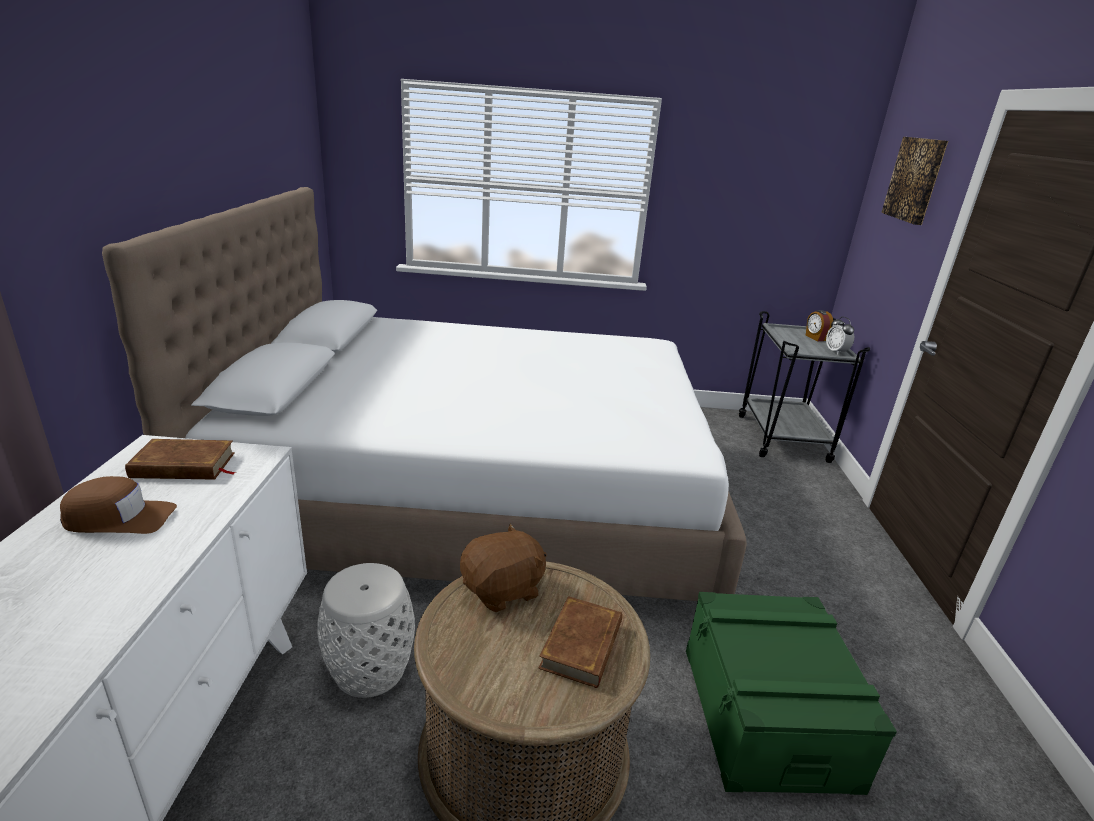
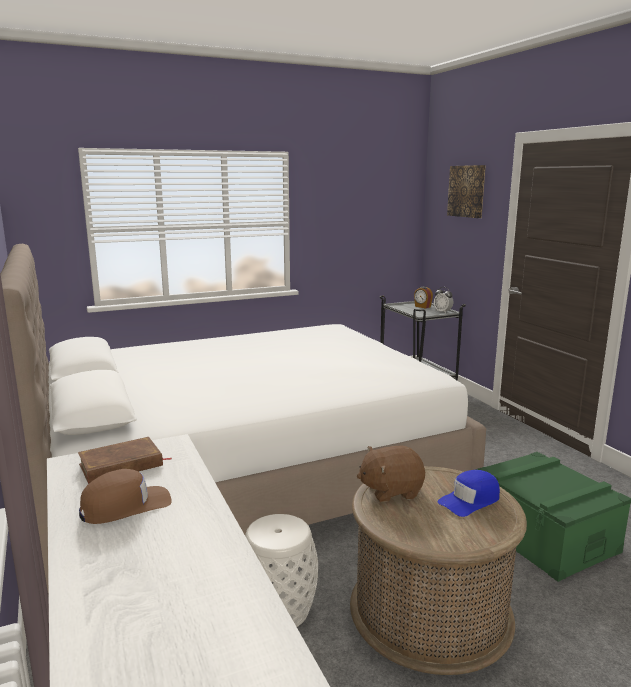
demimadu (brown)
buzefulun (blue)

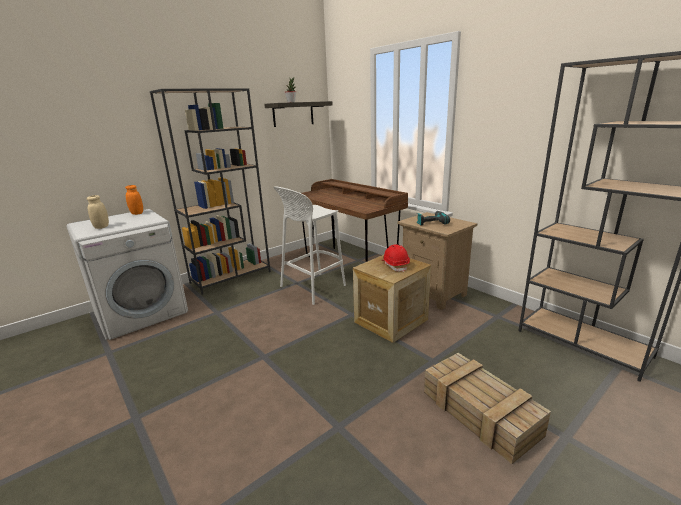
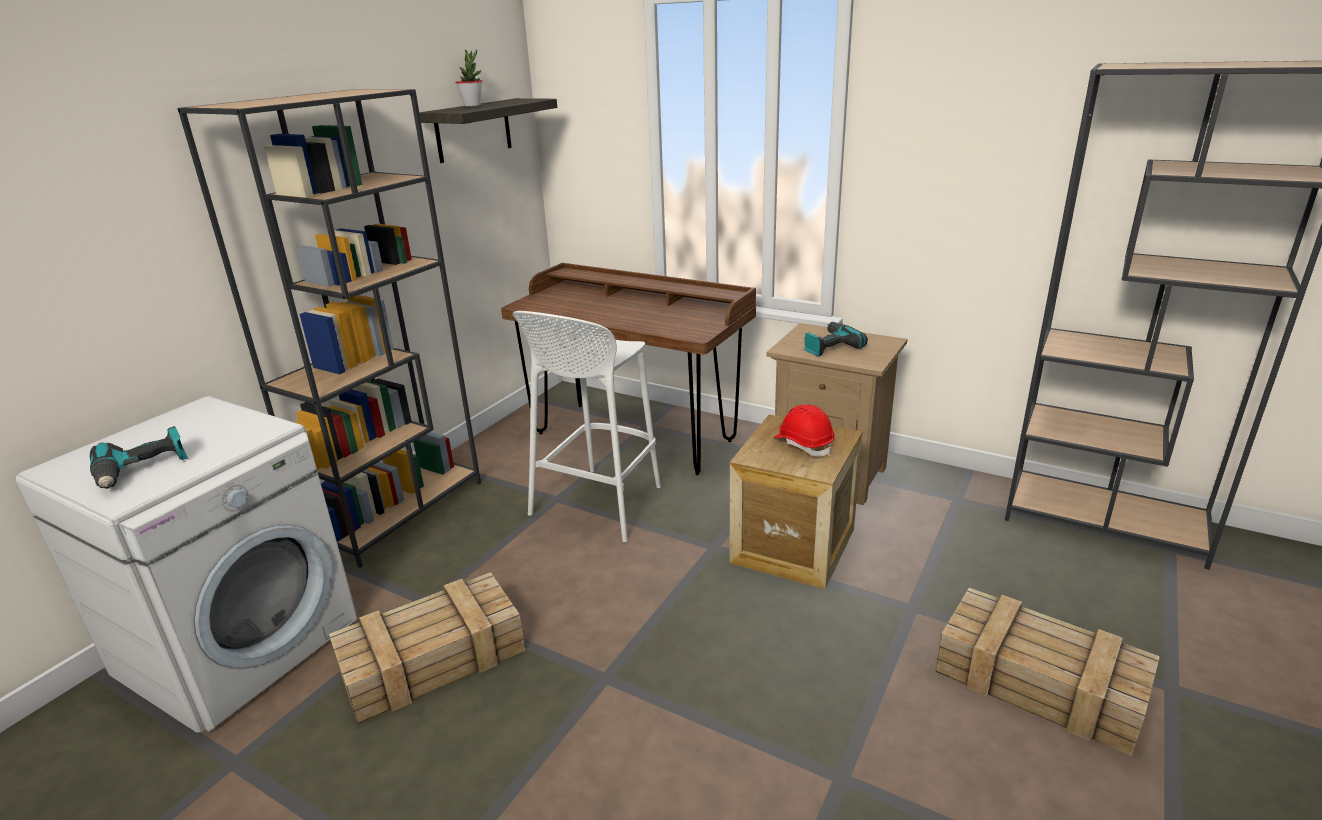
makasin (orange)
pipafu (no. 1 from left)
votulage (no. 1 from left)

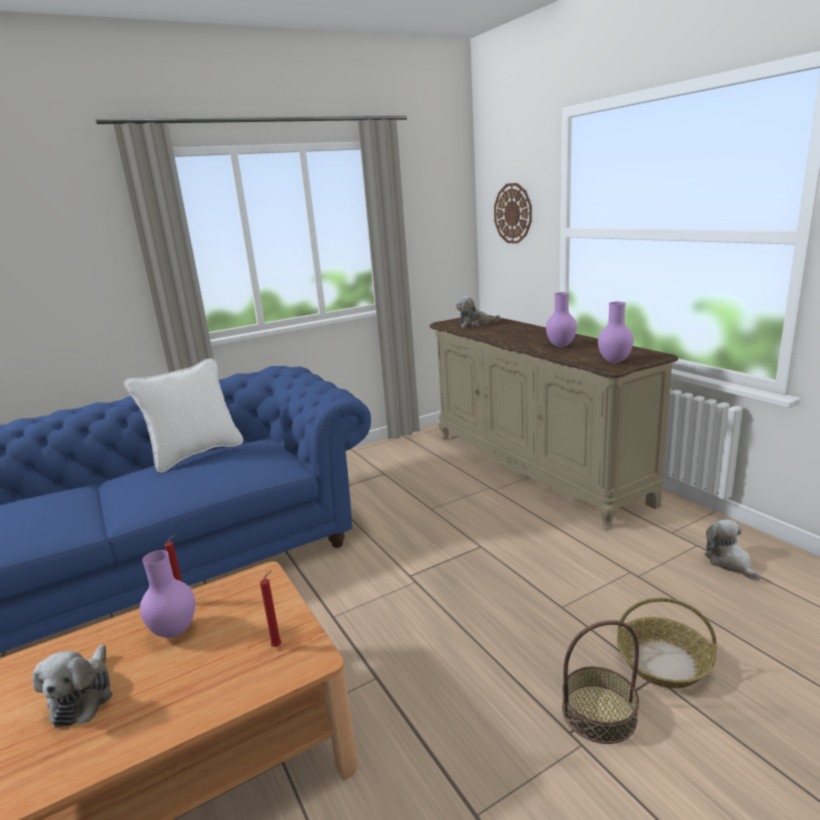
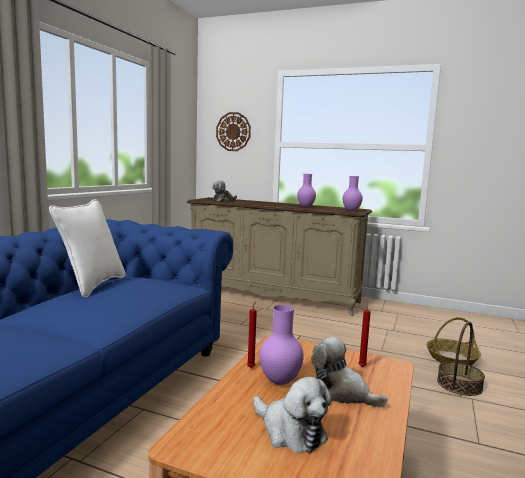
demimadu (no. 3 from left)

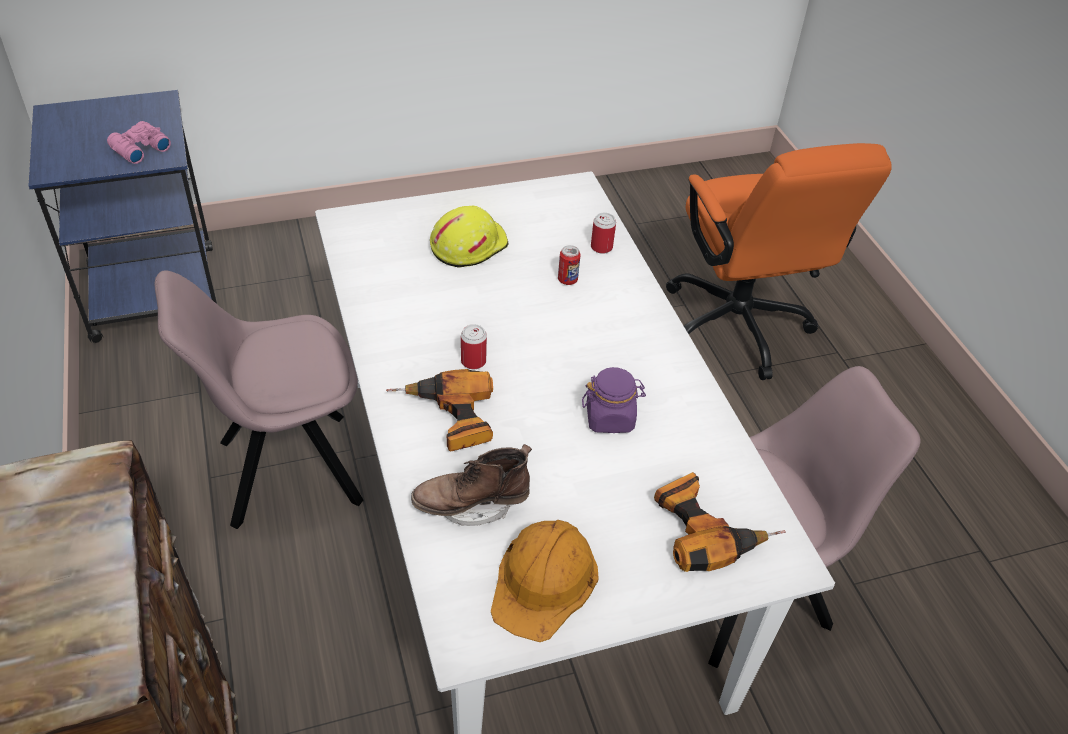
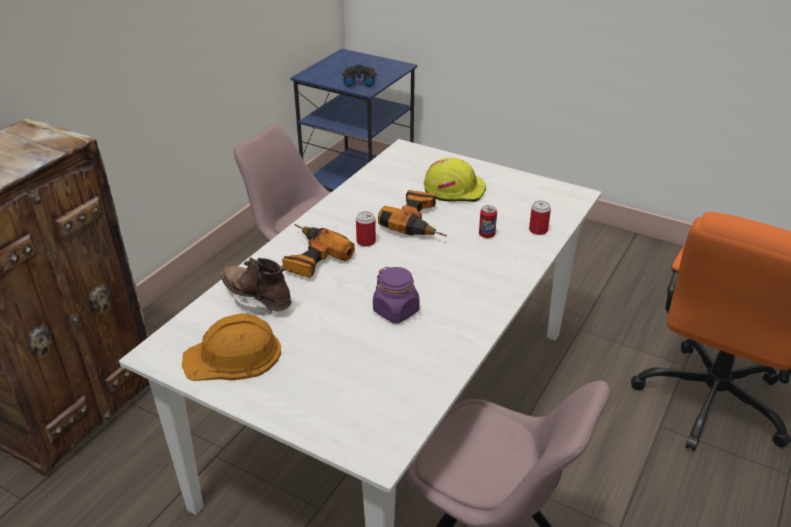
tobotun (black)
pipafu (no. 2 from left)

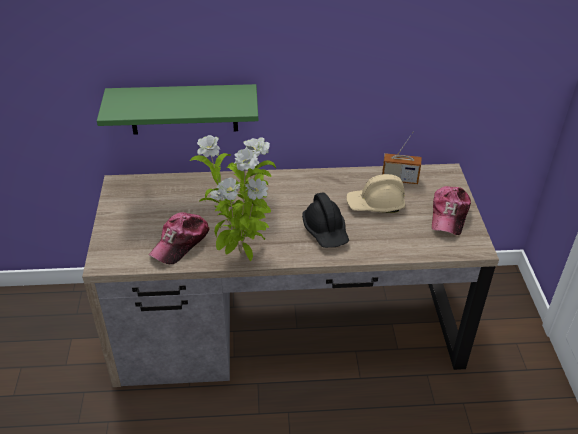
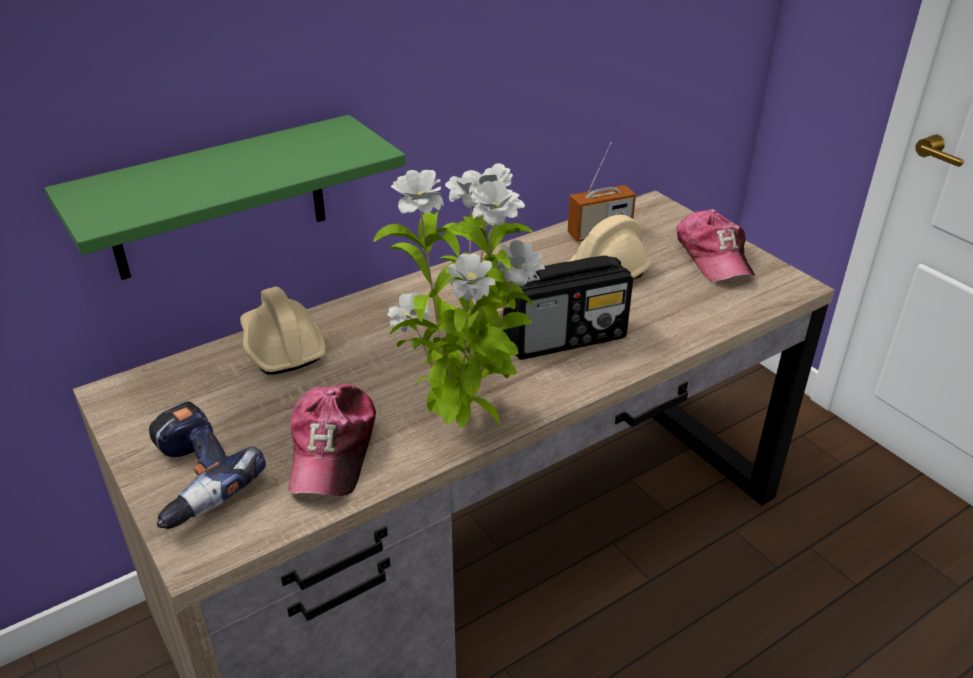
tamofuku (no. 1 from left)
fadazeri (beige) (no. 1 from left)
pipafu

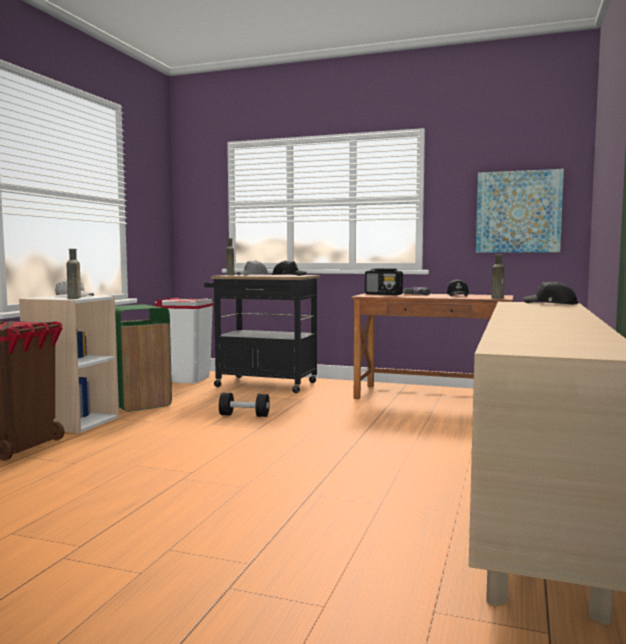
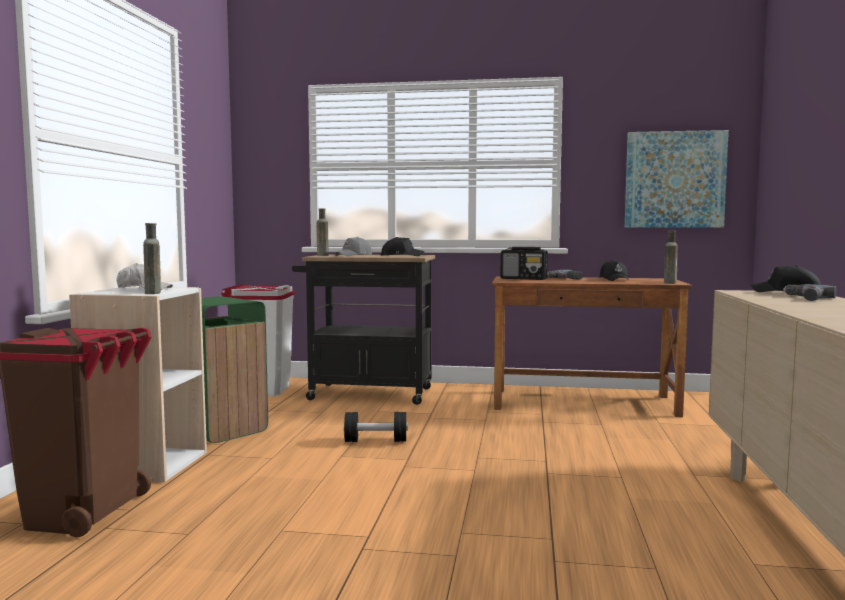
pipafu (no. 2 from left)

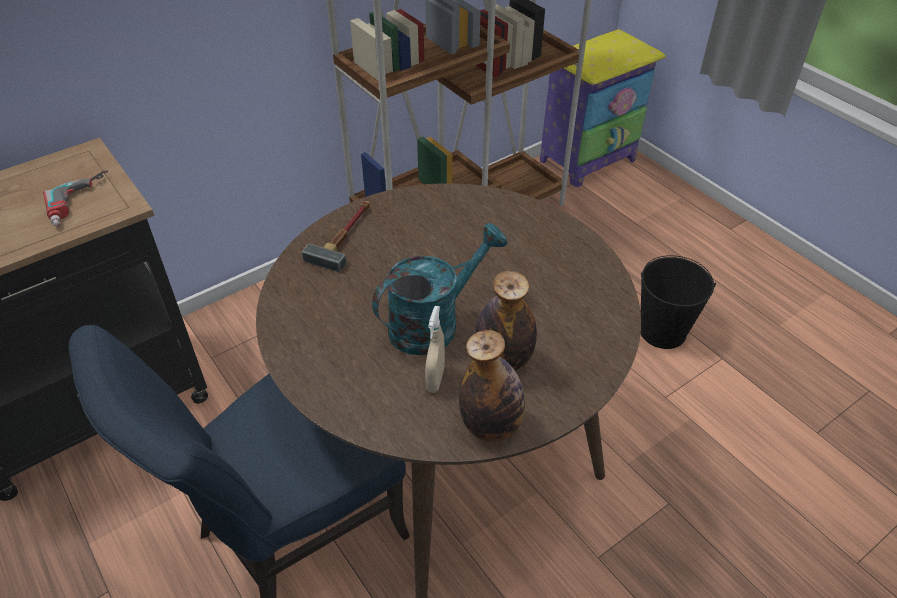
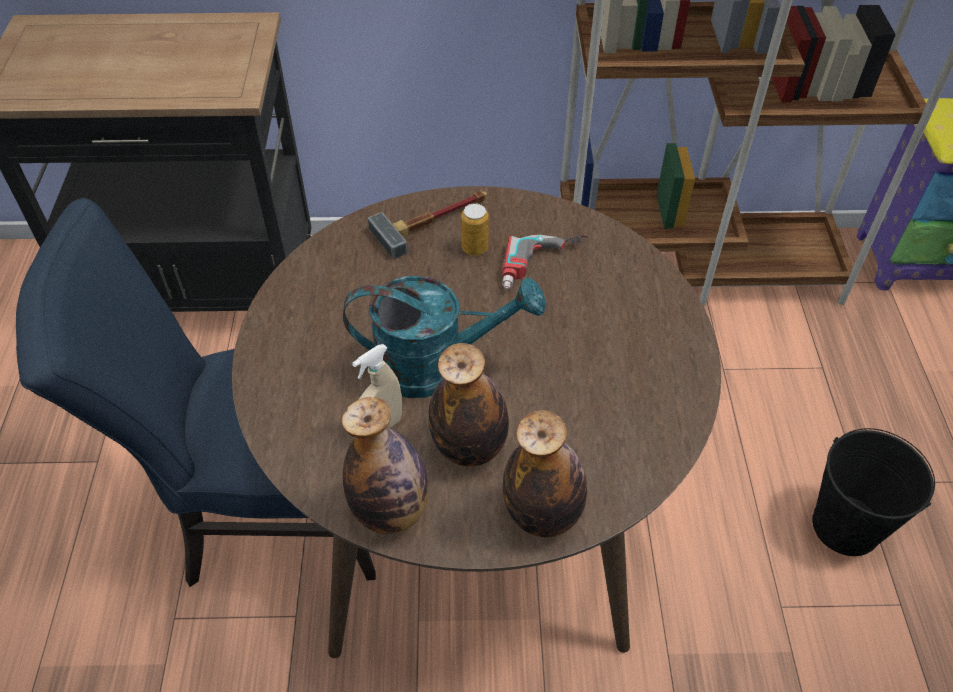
pipafu
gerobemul
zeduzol (no. 3 from left)

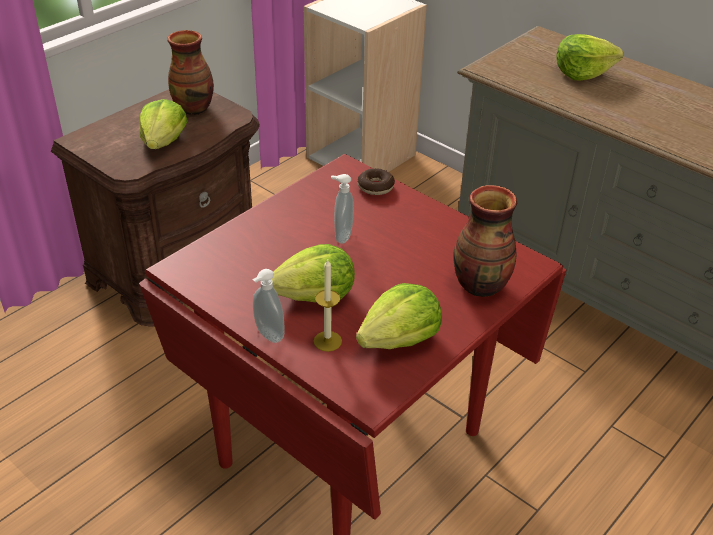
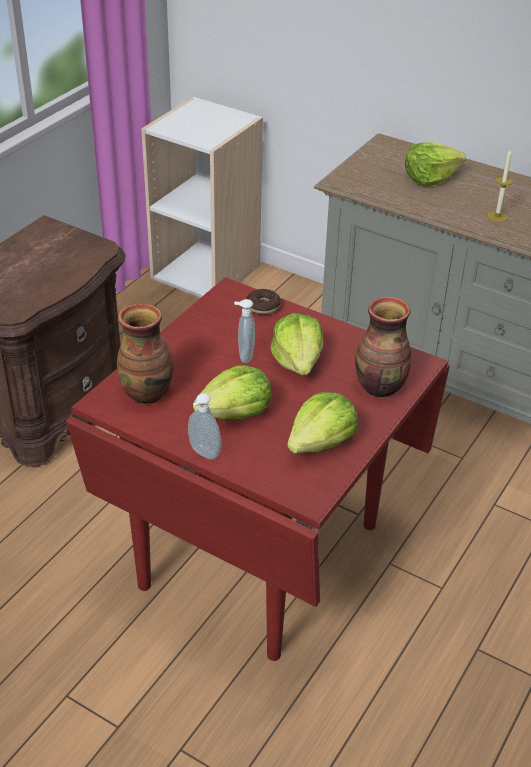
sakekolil (no. 1 from left)
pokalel (no. 2 from left)
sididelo

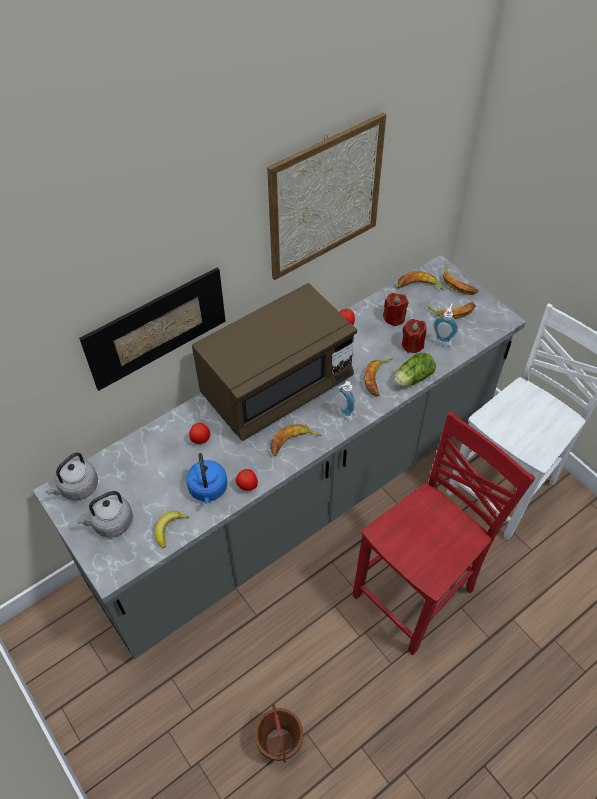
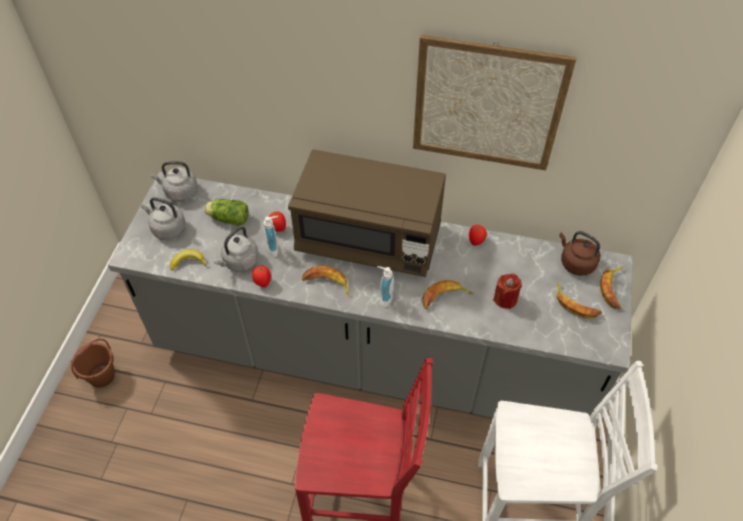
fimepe (no. 1 from left in the first image)
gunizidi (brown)
sididelo (red) (no. 1 from left in the first image)
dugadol (no. 1 from left)
pokalel
gunizidi (grey) (no. 3 from left)
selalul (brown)

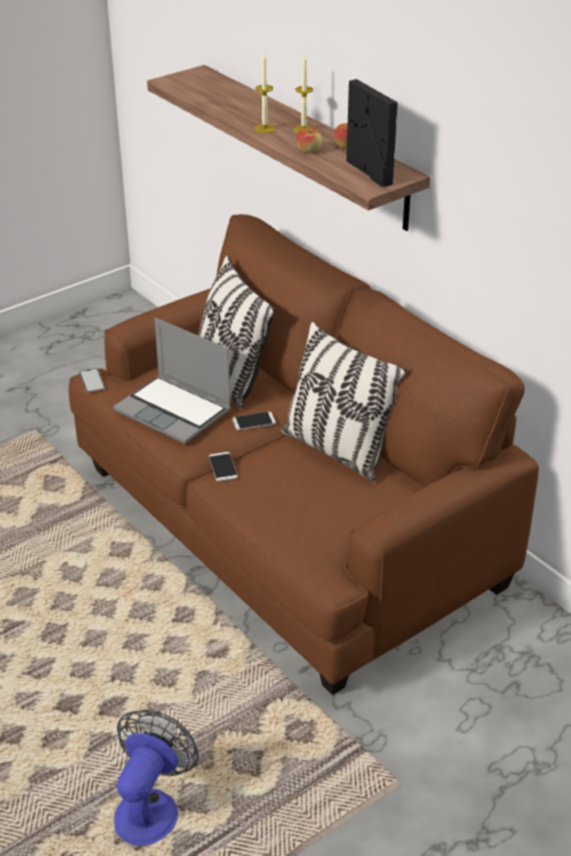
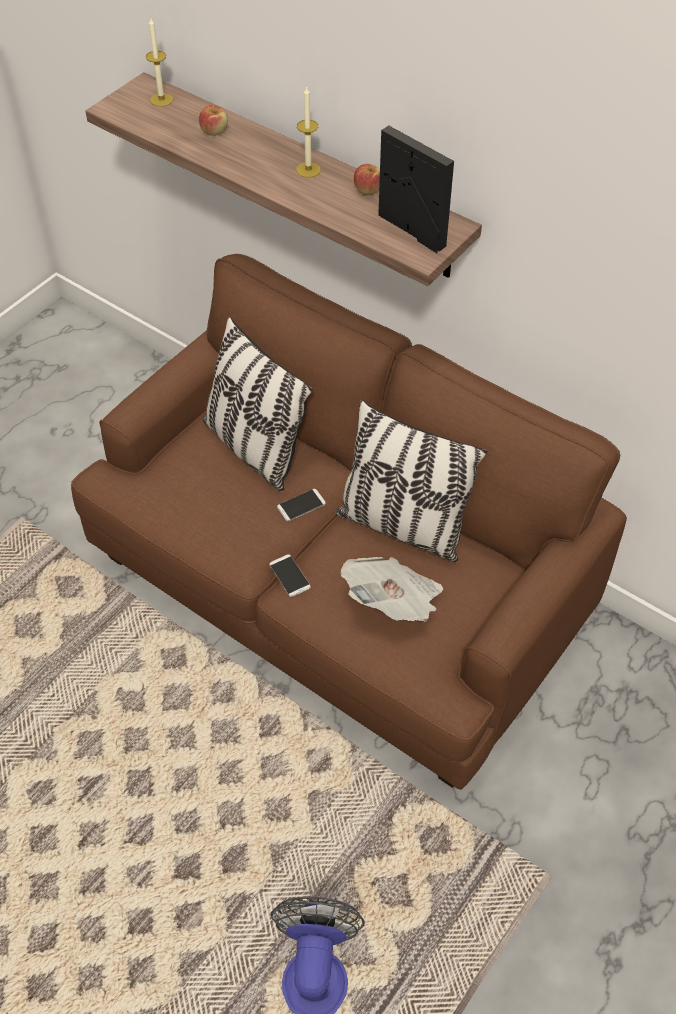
sididelo (no. 1 from left)
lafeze (no. 1 from left)
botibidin
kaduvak (no. 1 from left in the first image)
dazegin

